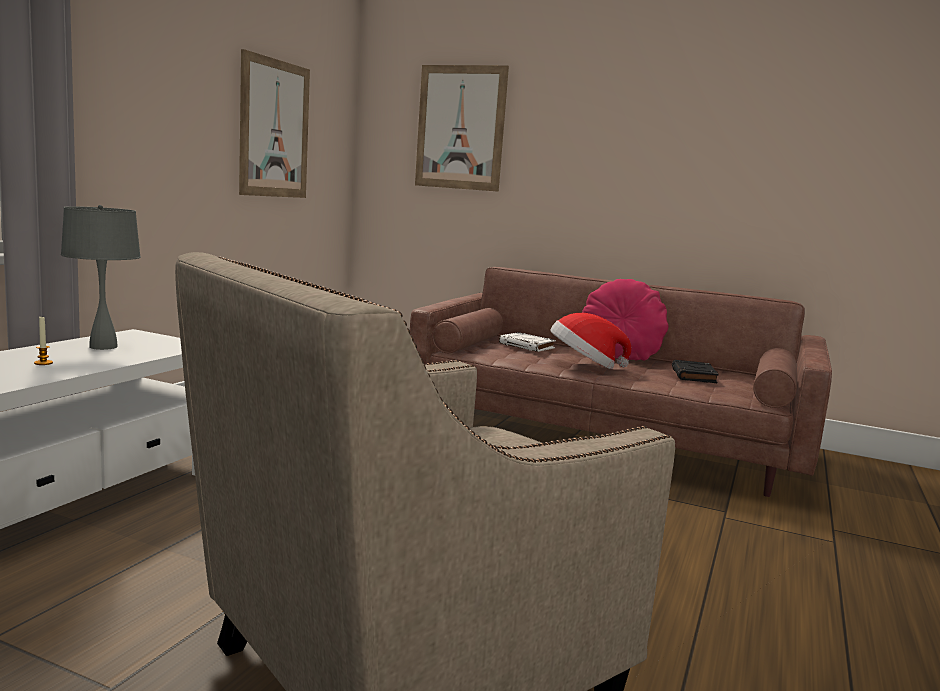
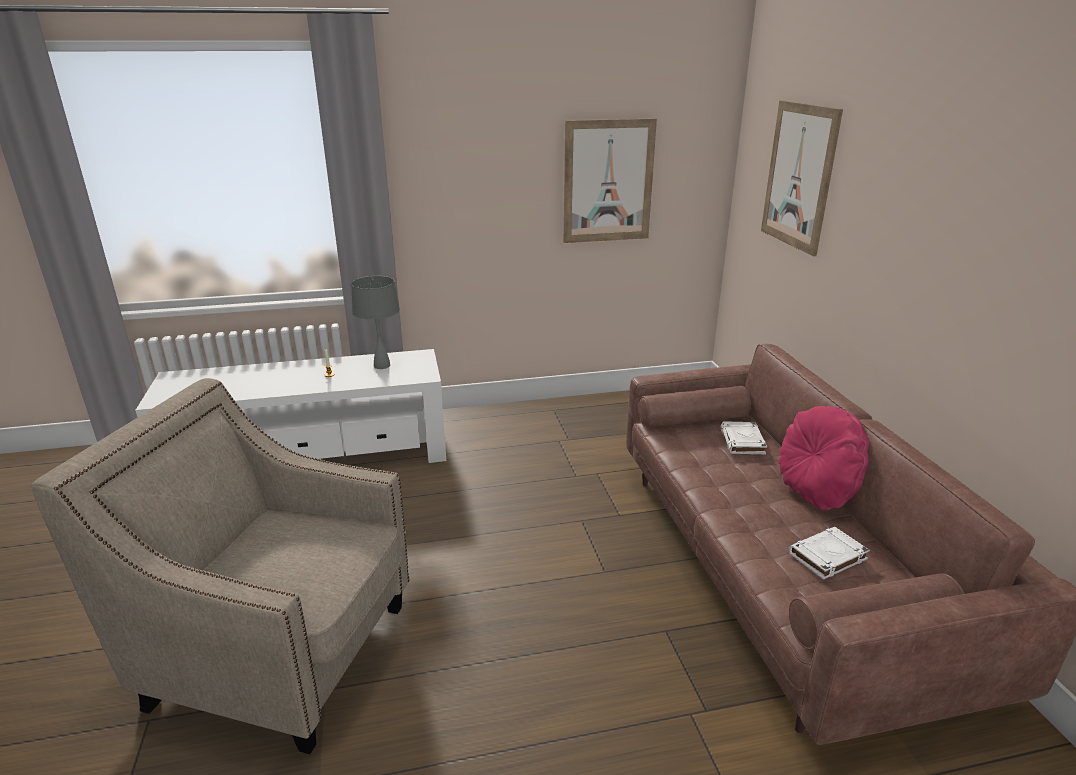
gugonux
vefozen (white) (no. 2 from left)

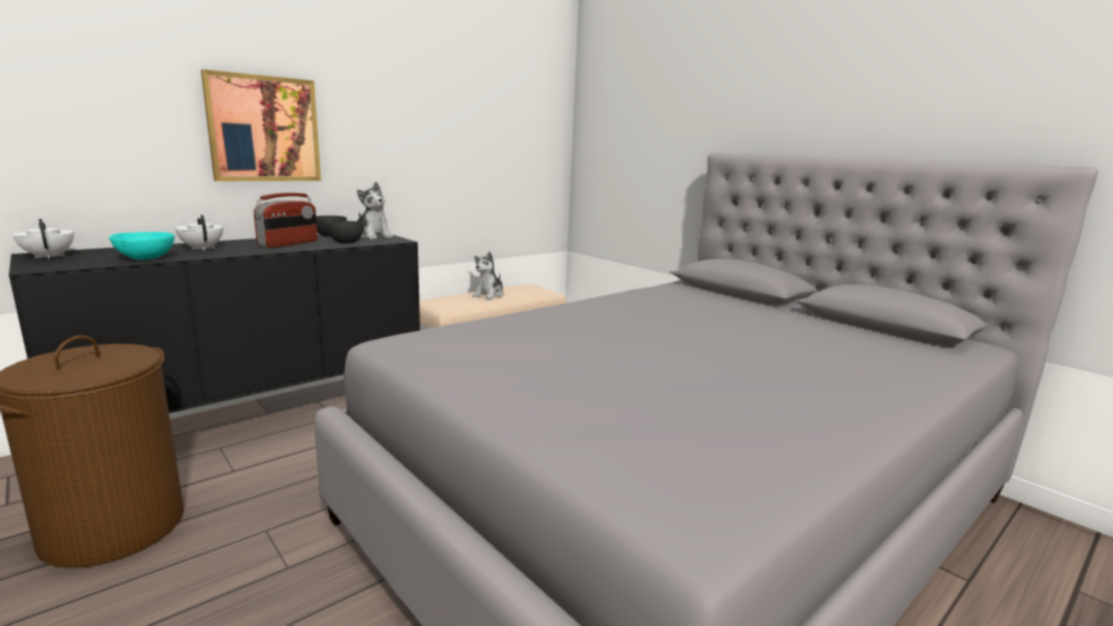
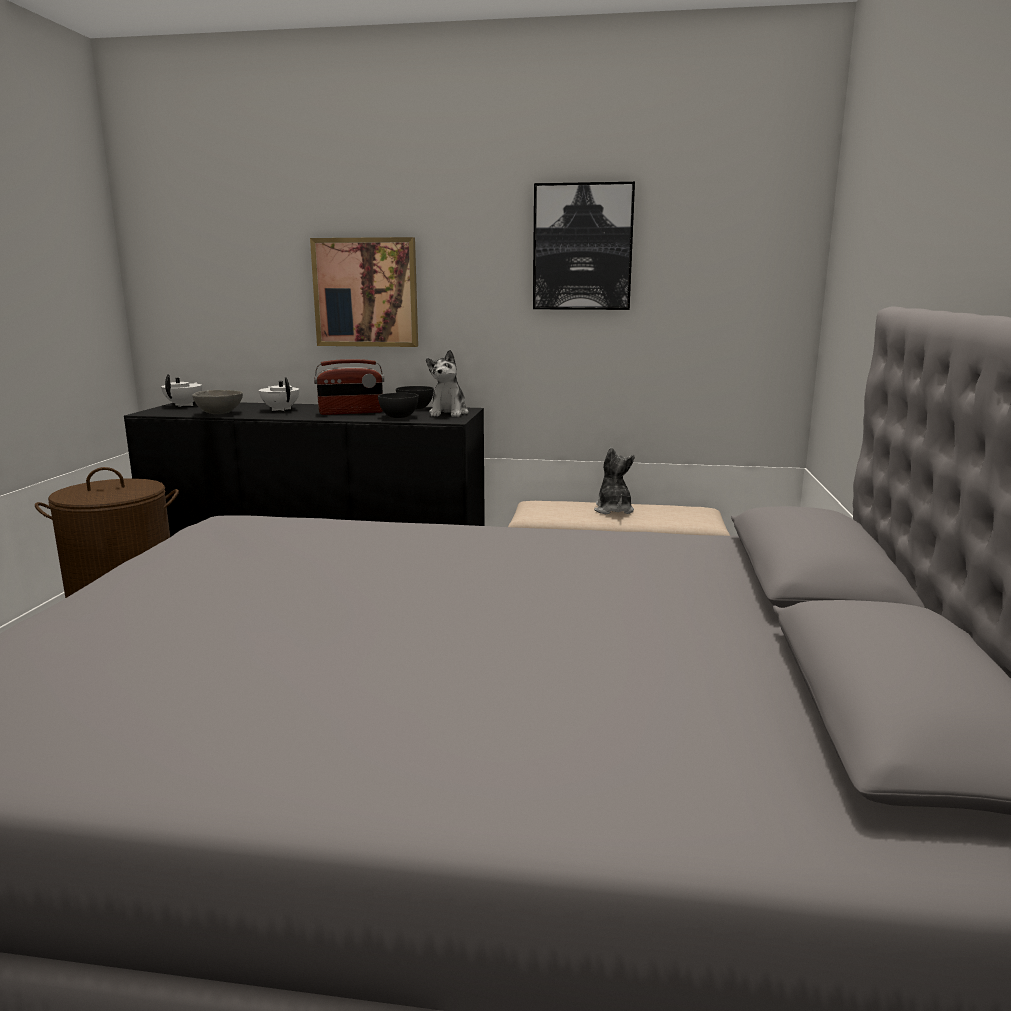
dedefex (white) (no. 2 from left)
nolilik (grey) (no. 1 from left)
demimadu (no. 2 from left)
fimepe (no. 2 from left)

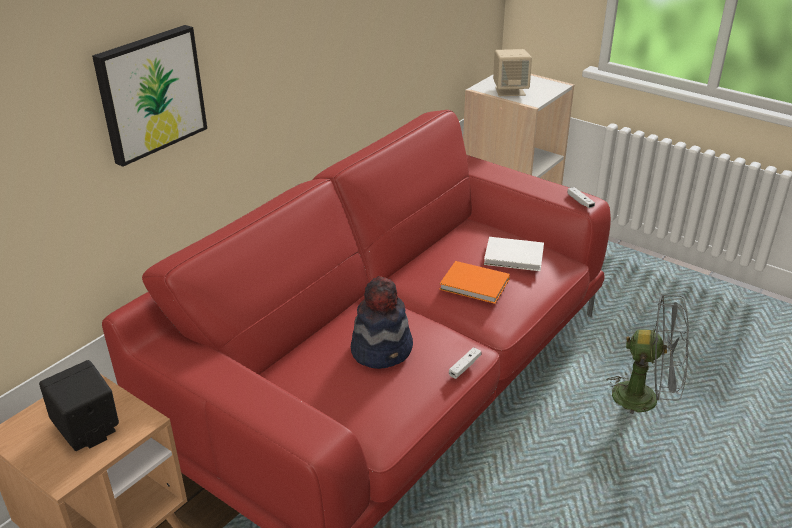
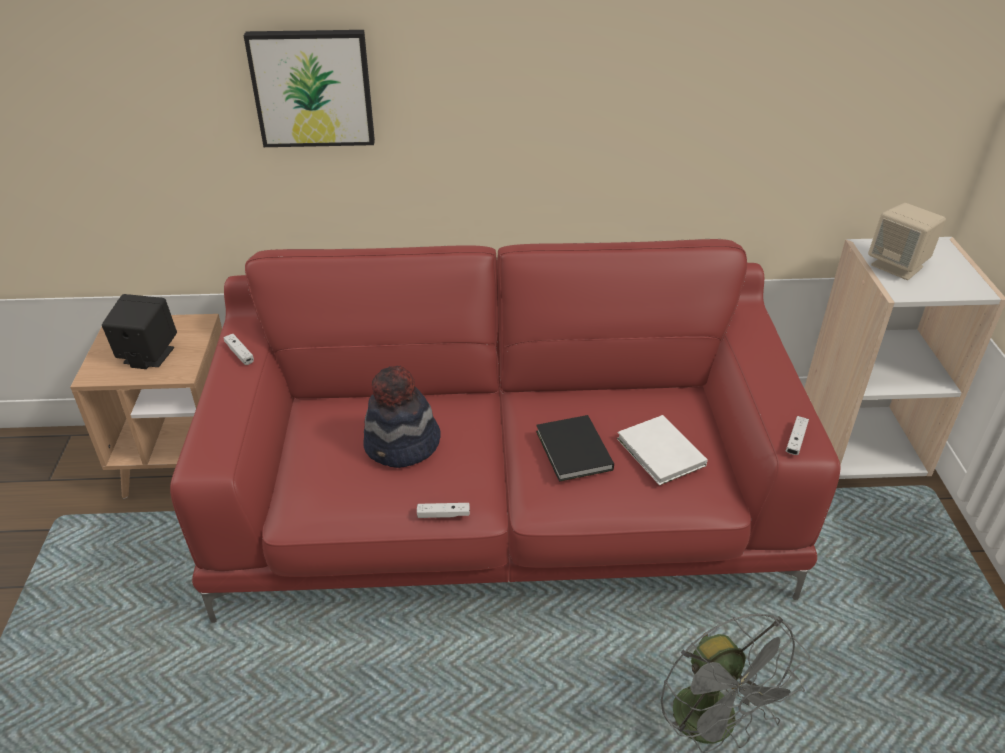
vefozen (black)
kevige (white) (no. 1 from left)

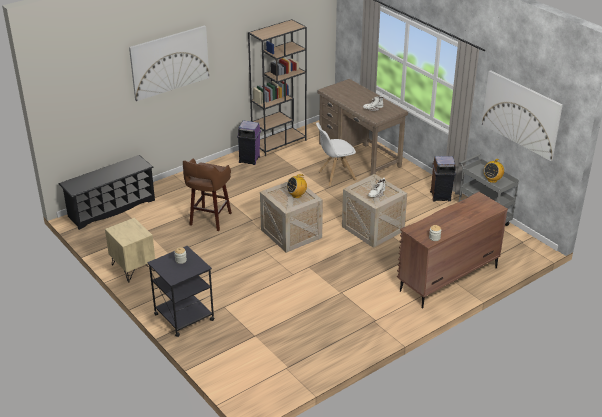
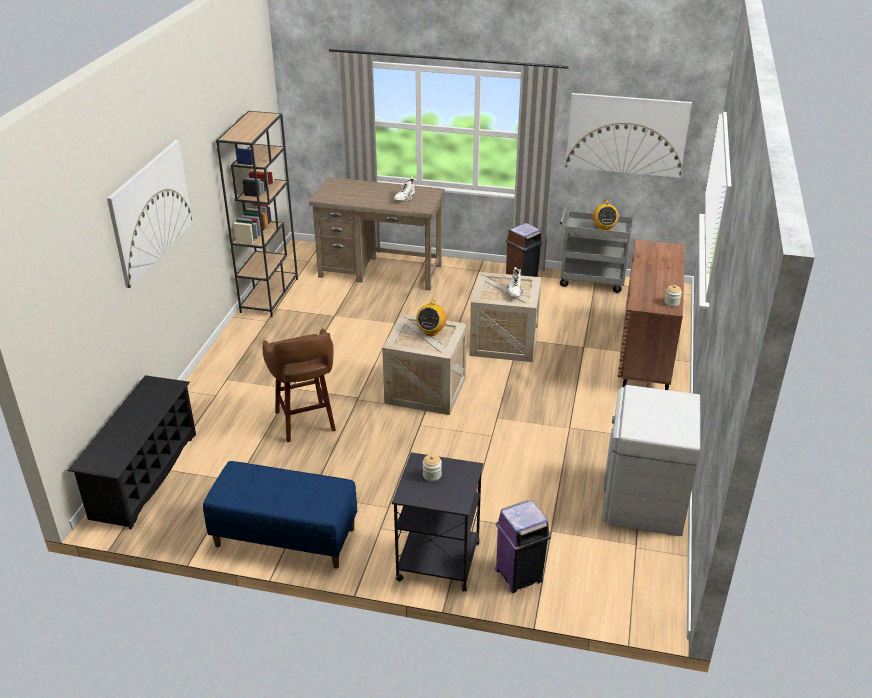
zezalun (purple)
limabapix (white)
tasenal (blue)
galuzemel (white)

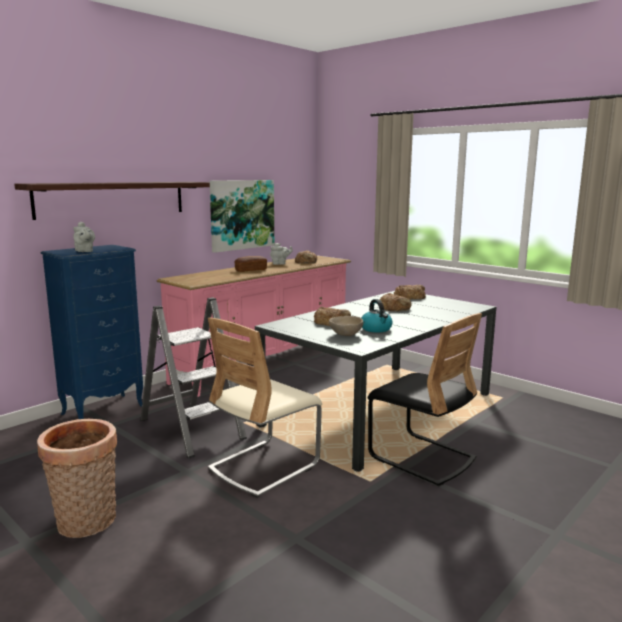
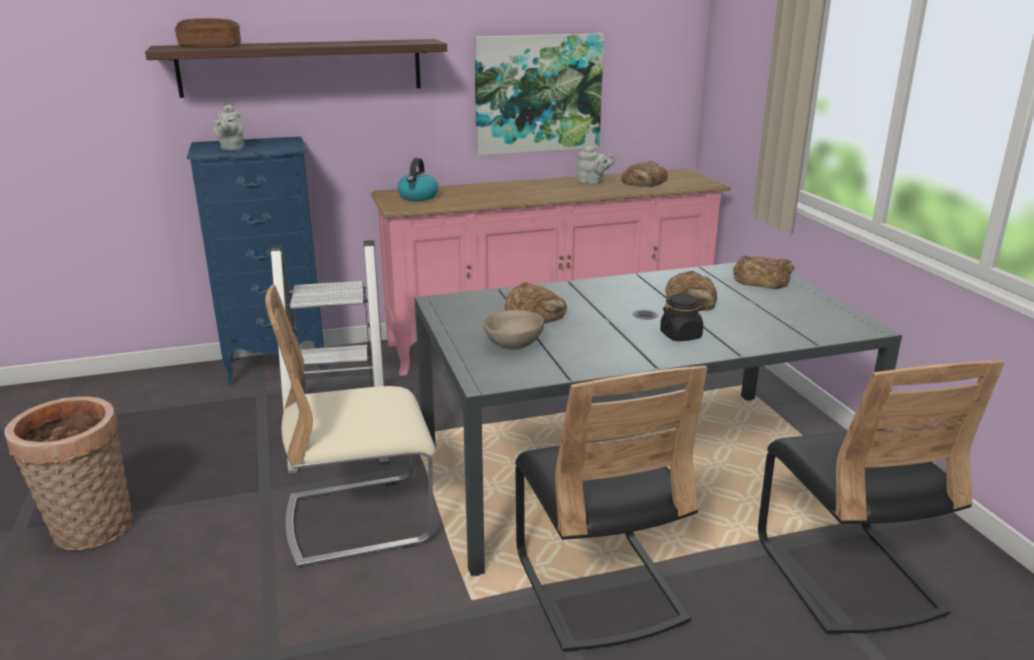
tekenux (no. 1 from left)
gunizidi
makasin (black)
limabapix (black) (no. 2 from left)

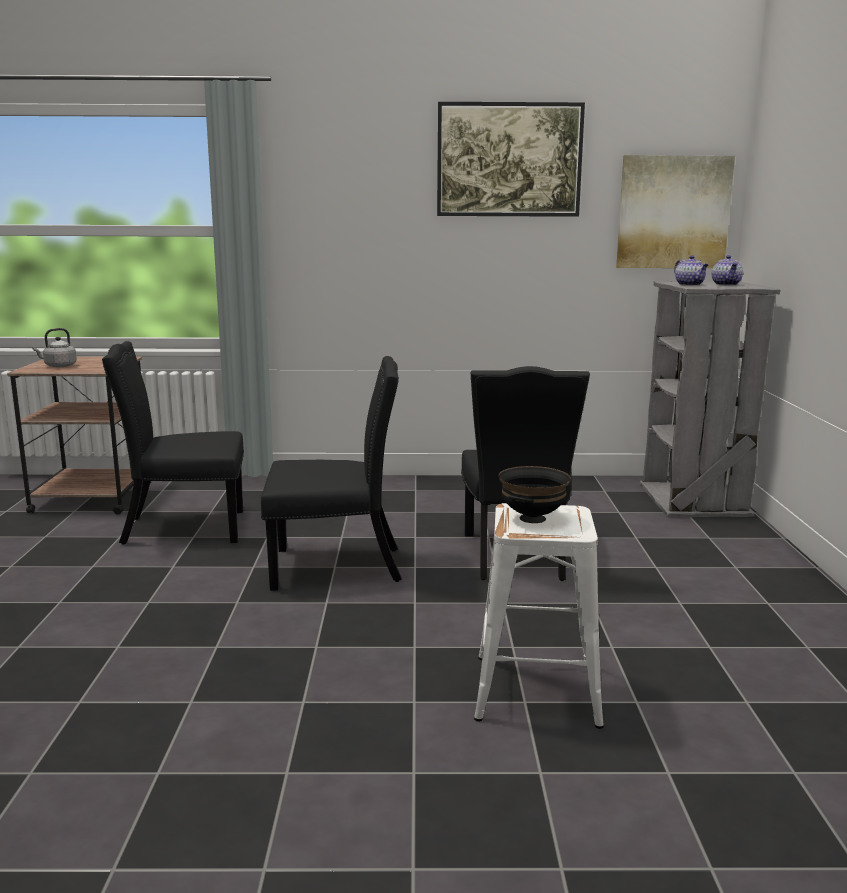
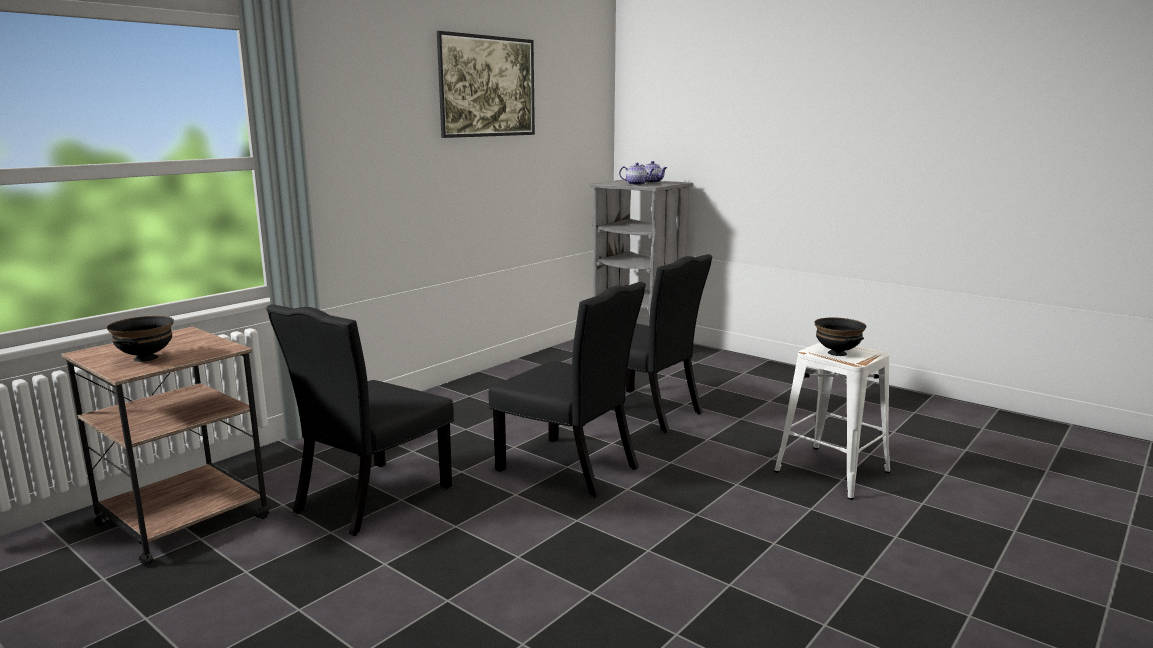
fimepe (no. 2 from left in the first image)
nolilik (black) (no. 1 from left)
limabapix (black) (no. 2 from left)

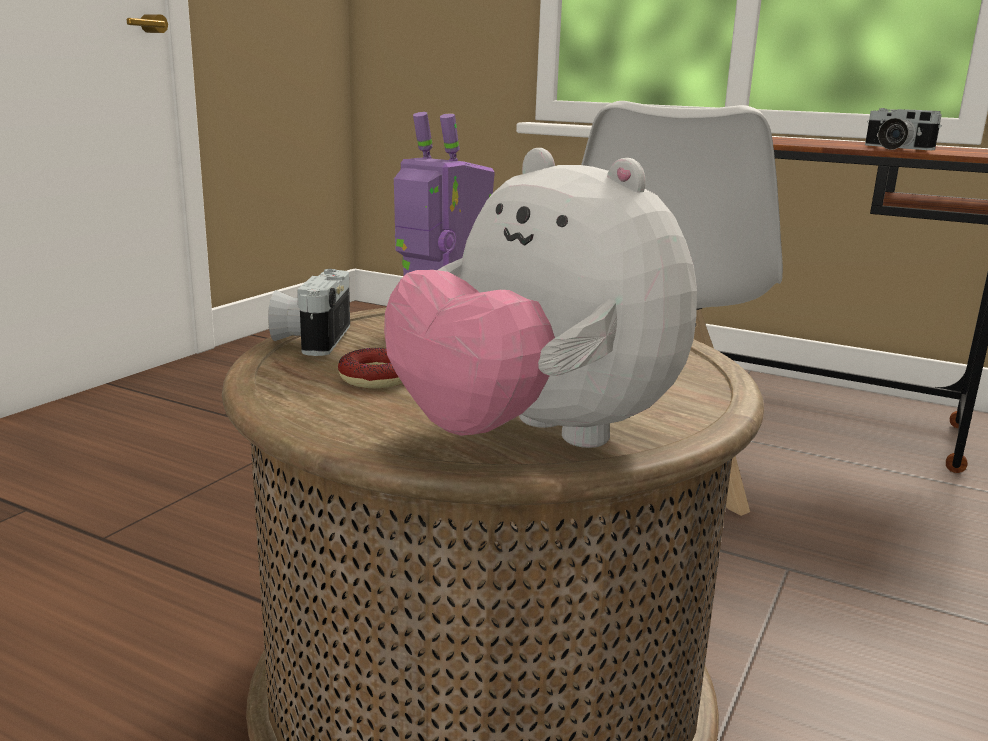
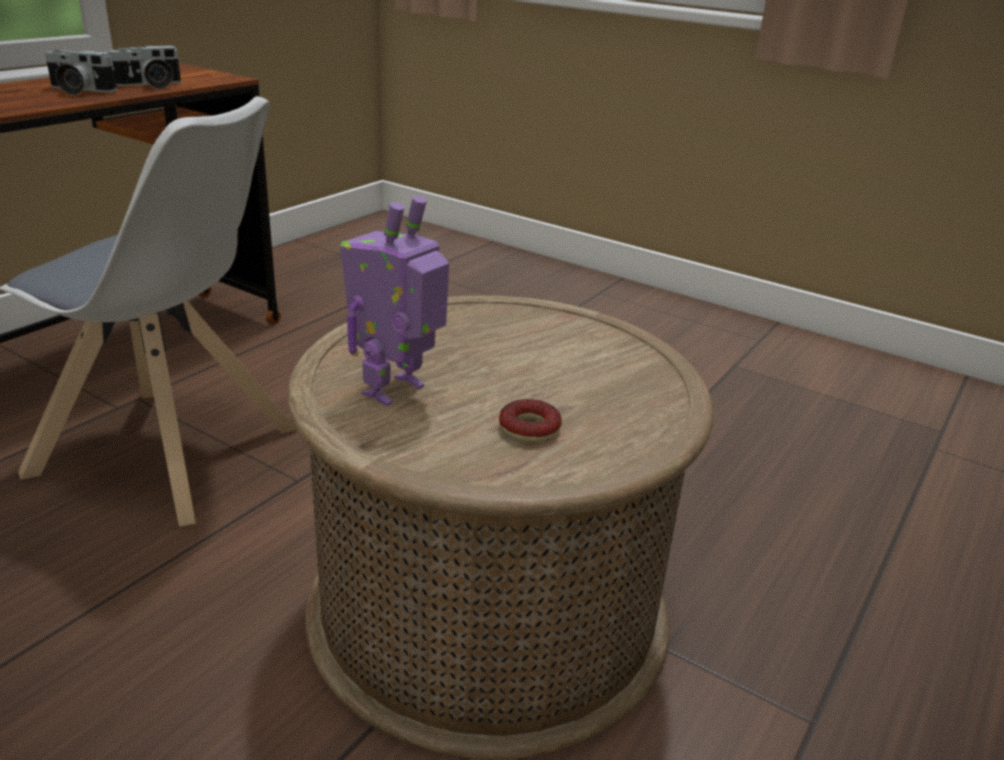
demimadu
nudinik (no. 1 from left)

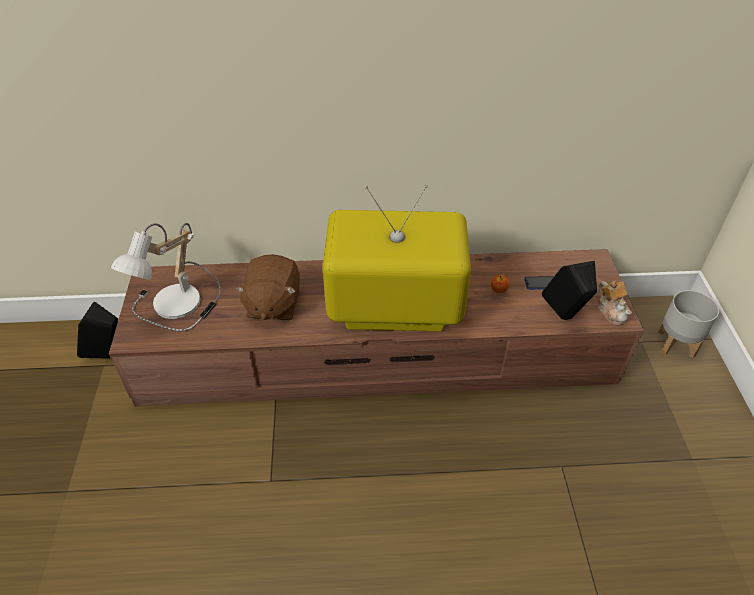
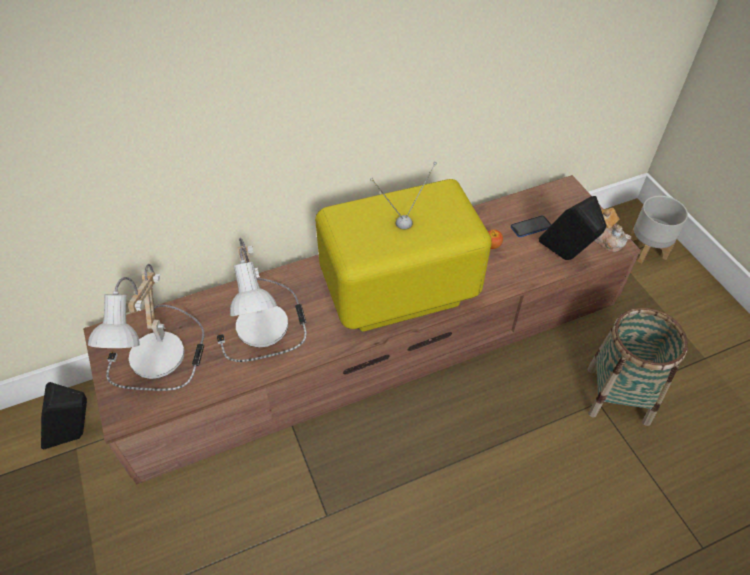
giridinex (no. 2 from left)
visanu

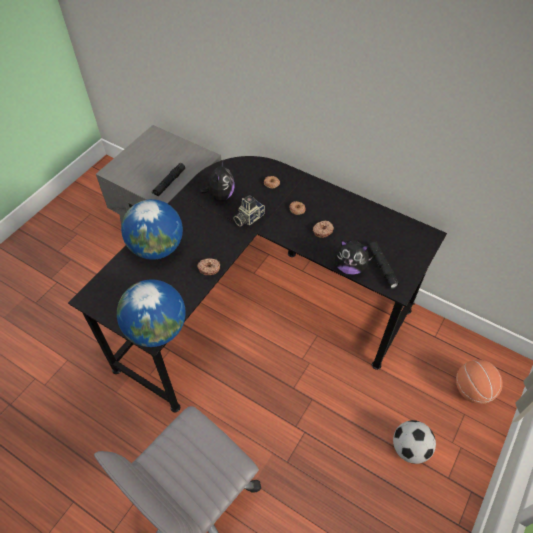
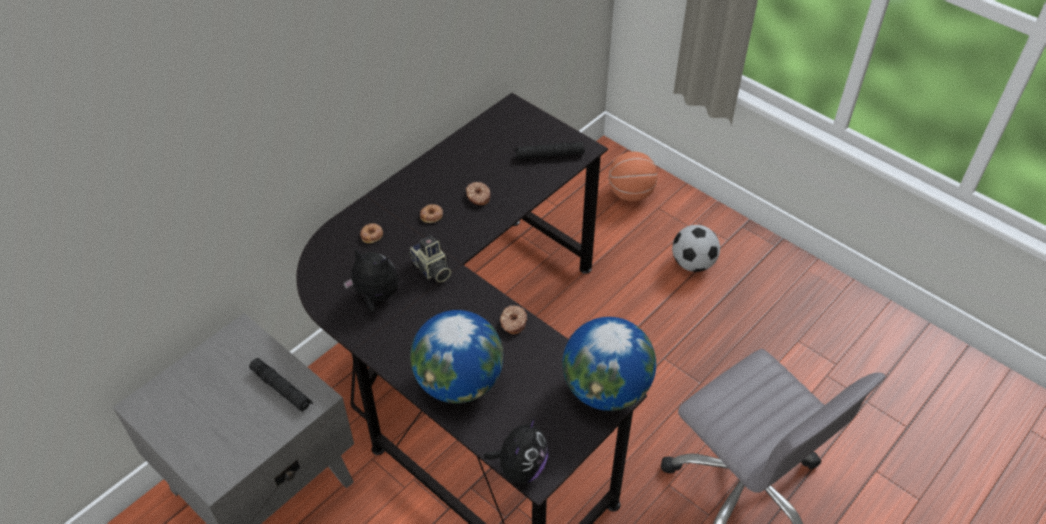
demimadu (no. 2 from left)

